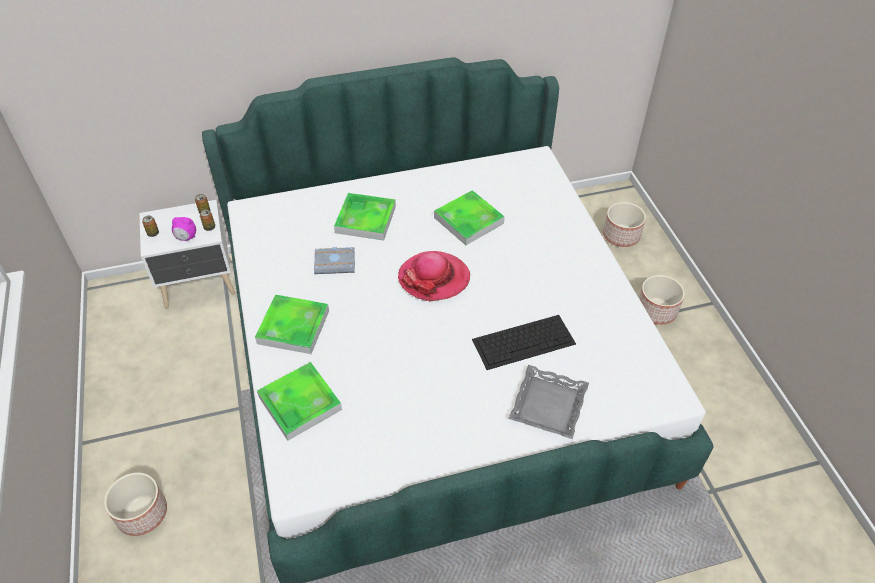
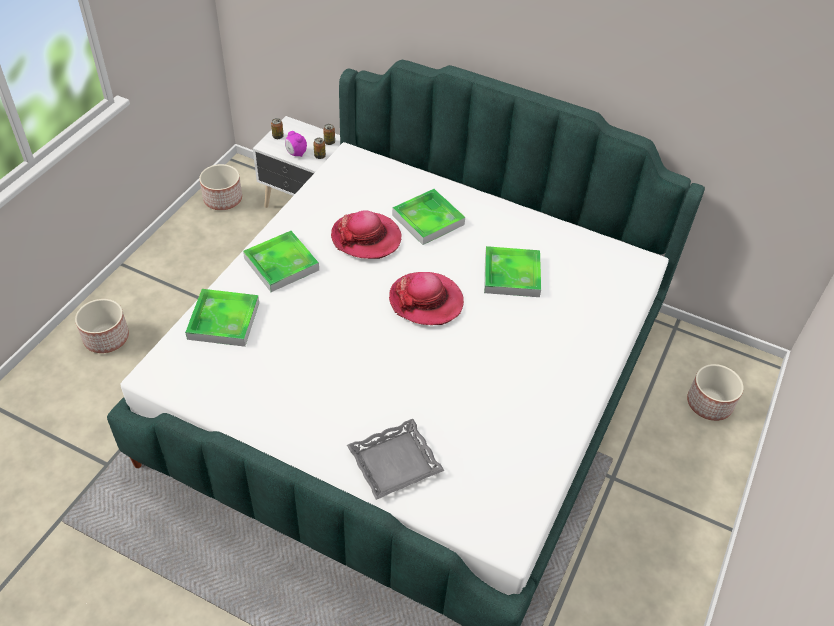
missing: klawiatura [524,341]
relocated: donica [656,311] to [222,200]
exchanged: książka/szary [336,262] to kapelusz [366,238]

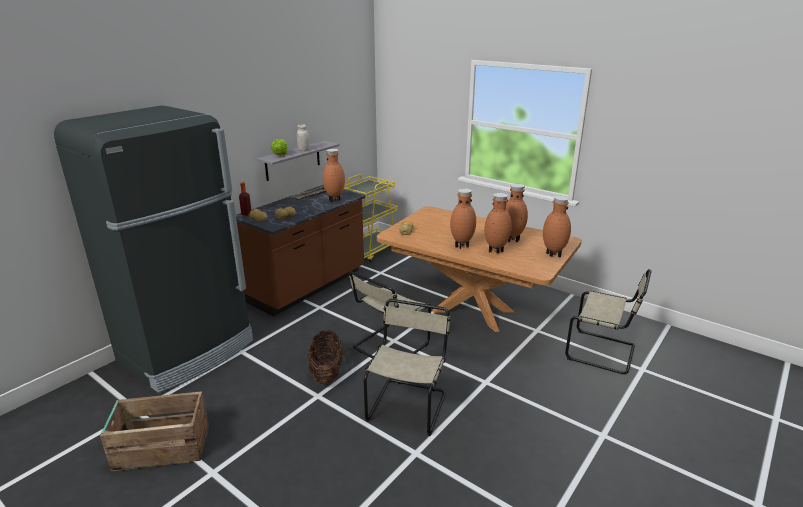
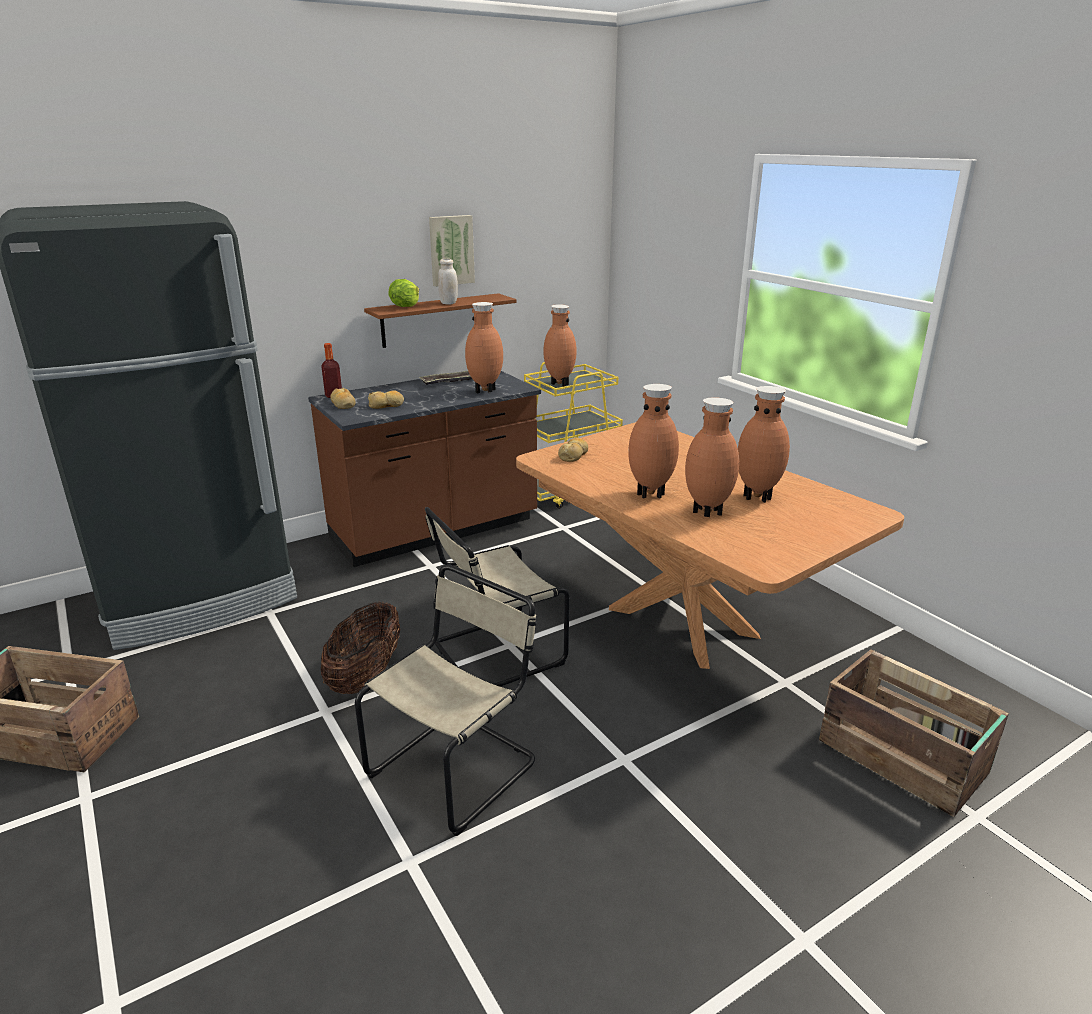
appeared: obraz [451,250]
relocated: wazon/brązowy [553,255] to [559,384]
exchanged: krzesło/beżowy [603,352] to skrzynka [903,758]
colour: półka/szary [293,160] to półka/brązowy [435,320]

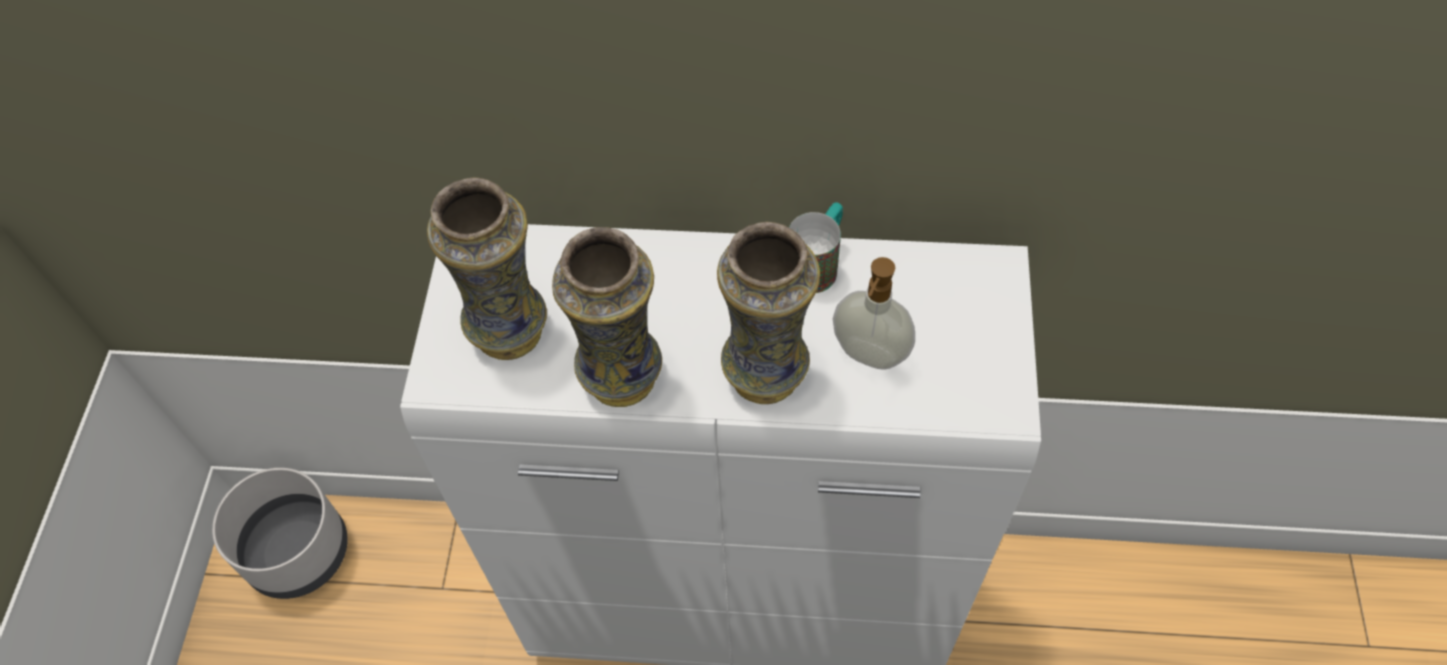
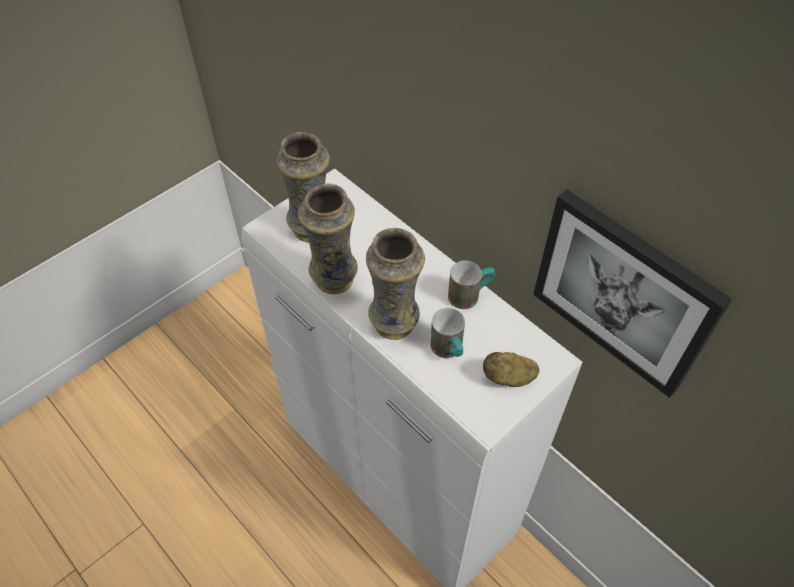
missing: donica/szary [296,551]
appeared: obraz [624,292]; ziemniak [508,378]
exchanged: dozownik mydła [868,355] to kubek [449,351]

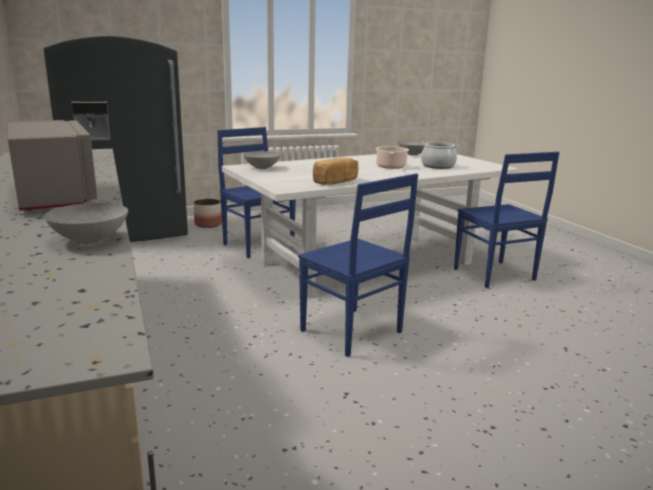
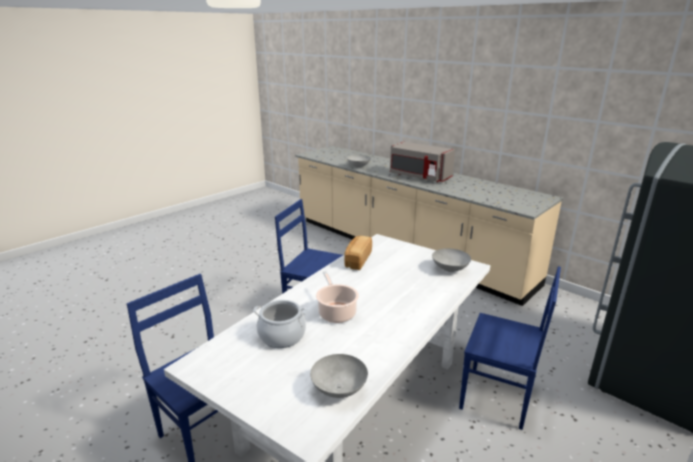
missing: donica [208,224]

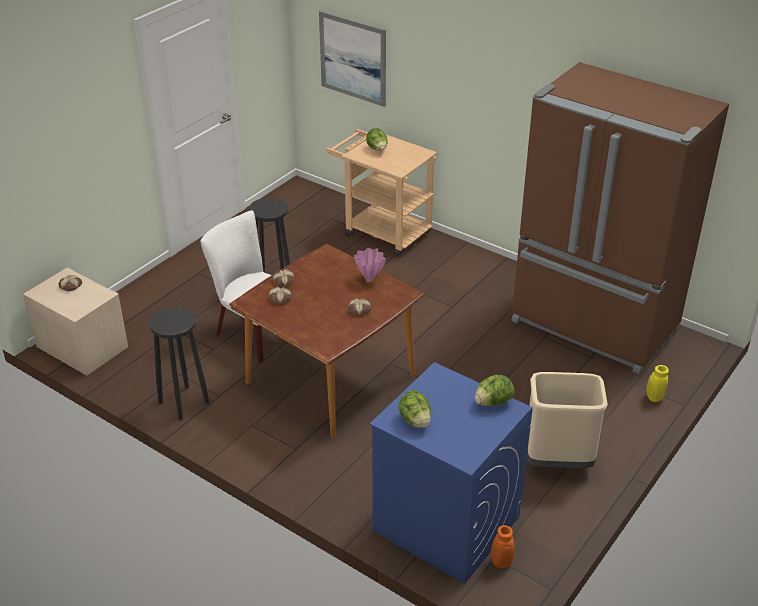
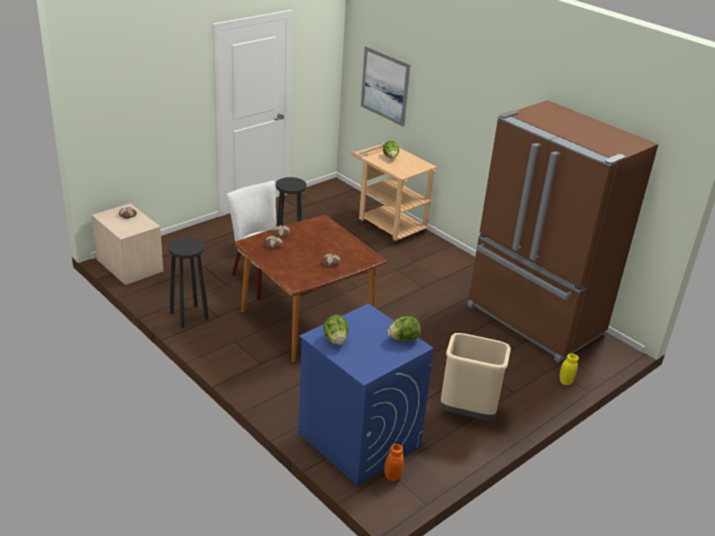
missing: wazon/różowy [370,279]

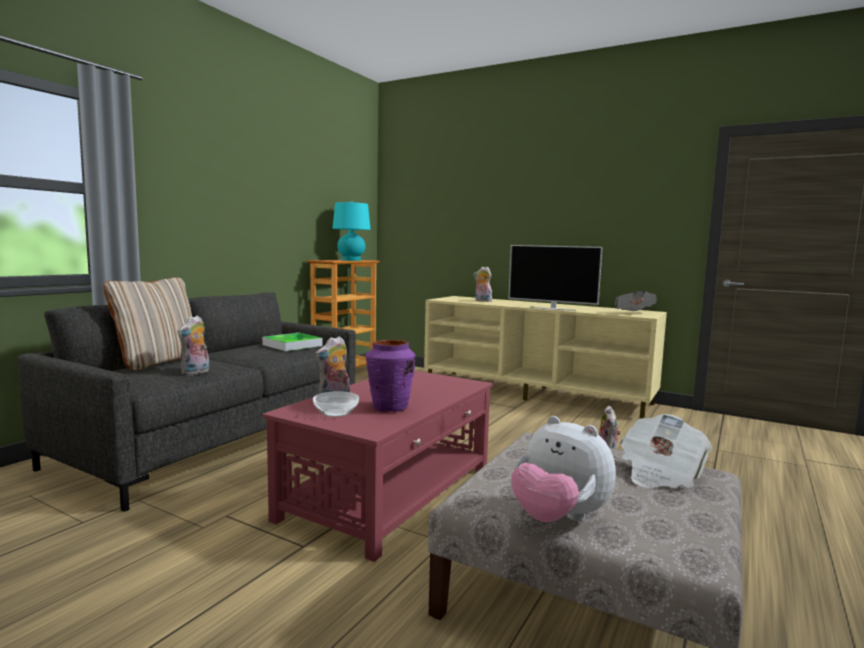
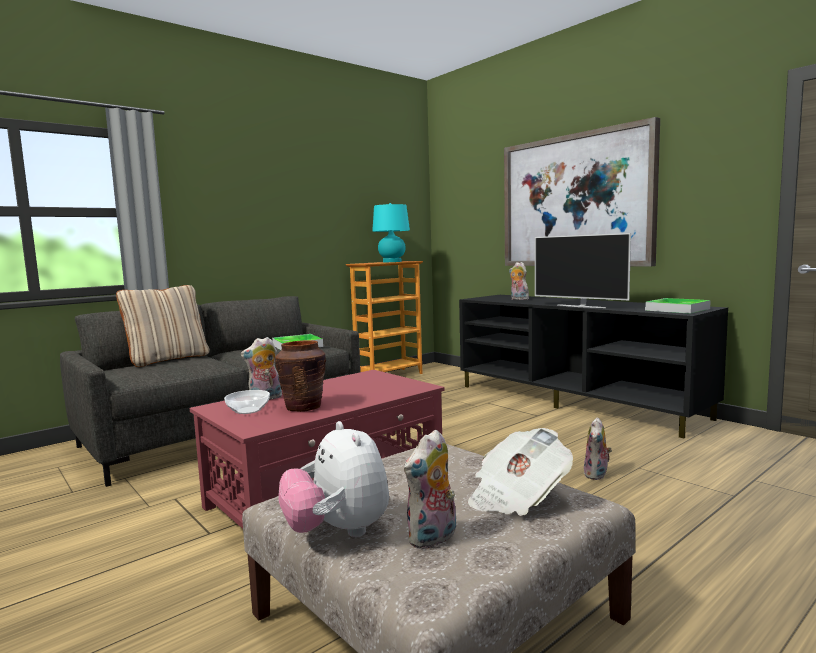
appeared: obraz [575,201]
relocated: pluszak [195,373] to [433,539]
exchanged: gazeta [634,313] to taca [677,309]
colour: szafka pod telewizor/beżowy [535,393] to szafka pod telewizor/czarny [575,401]; wazon/fioletowy [390,407] to wazon/brązowy [303,407]

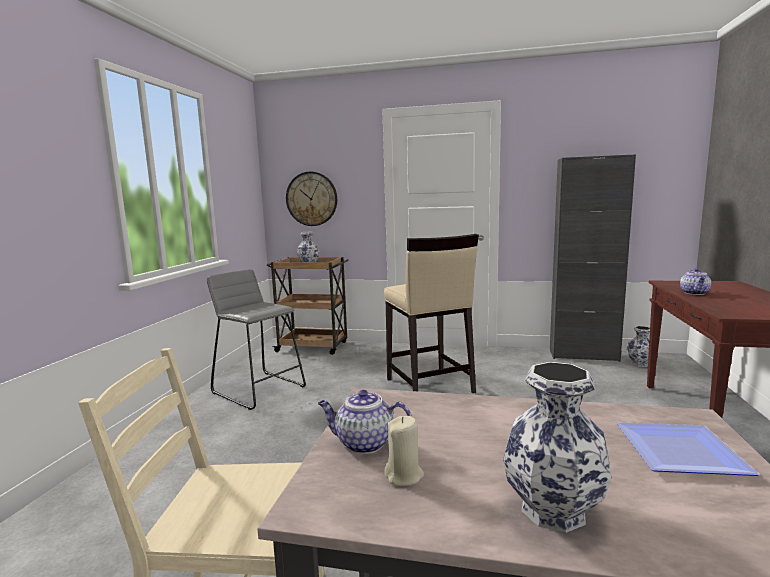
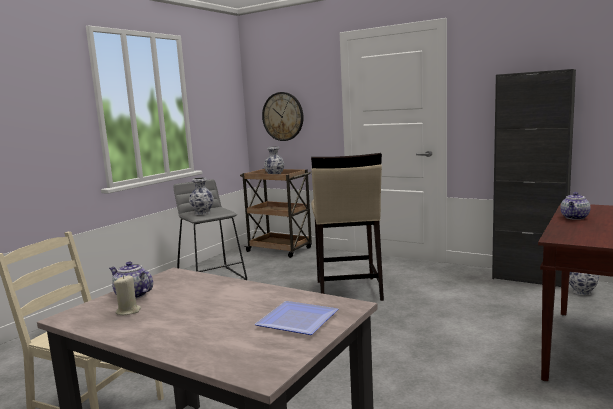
relocated: wazon [554,511] to [202,213]

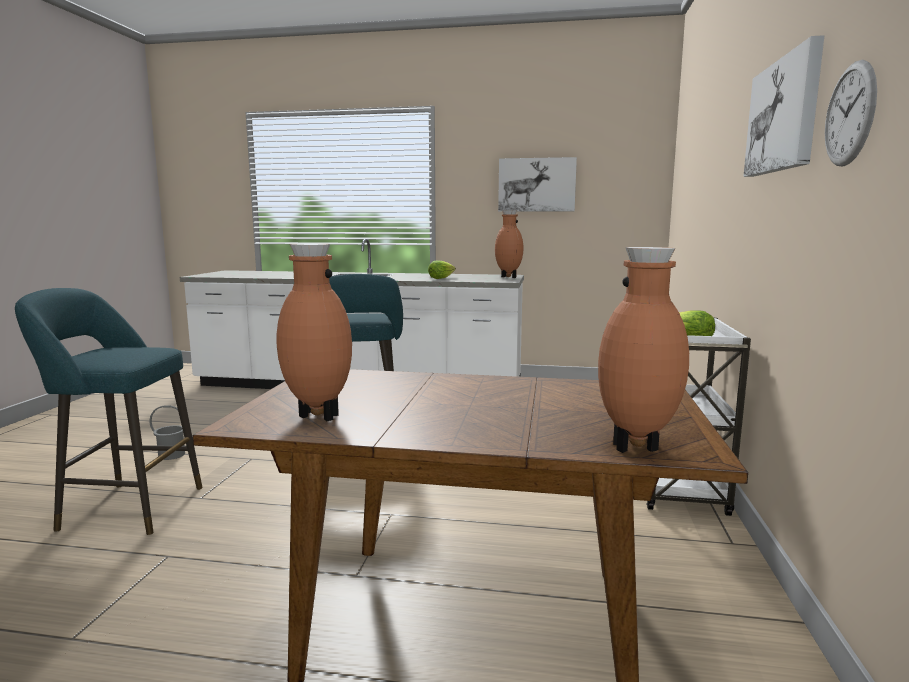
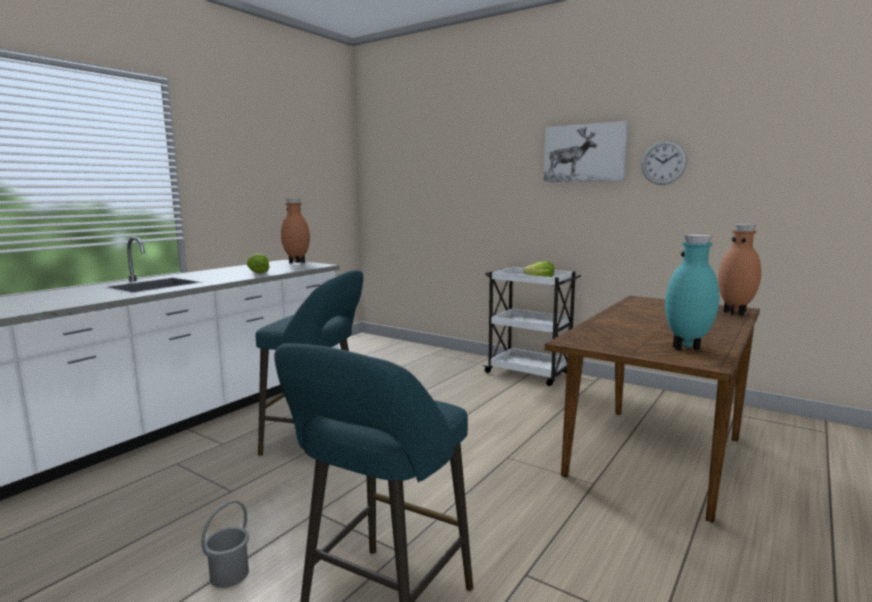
missing: obraz [536,185]
colour: wazon/brązowy [316,416] to wazon/turkusowy [688,348]

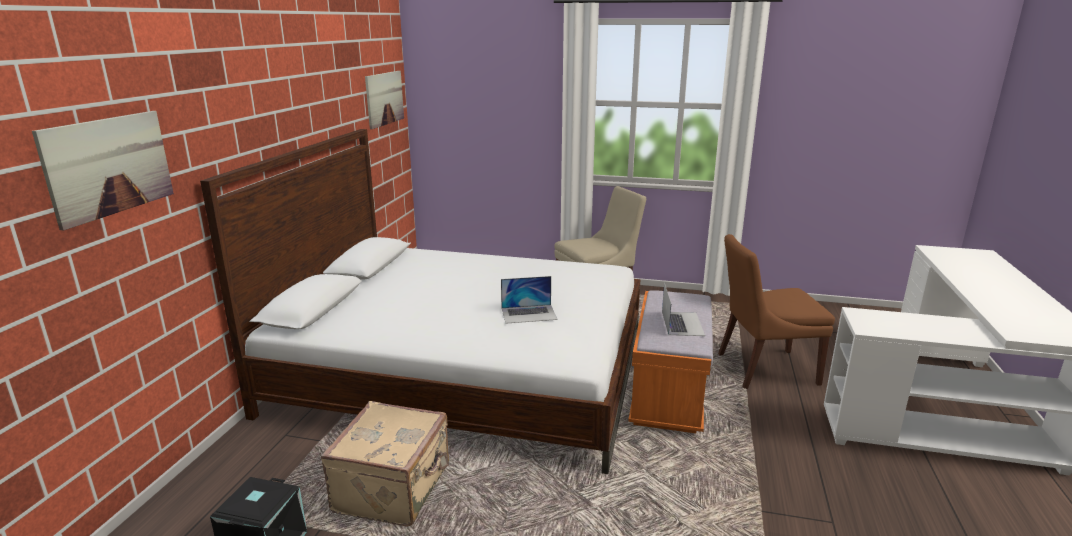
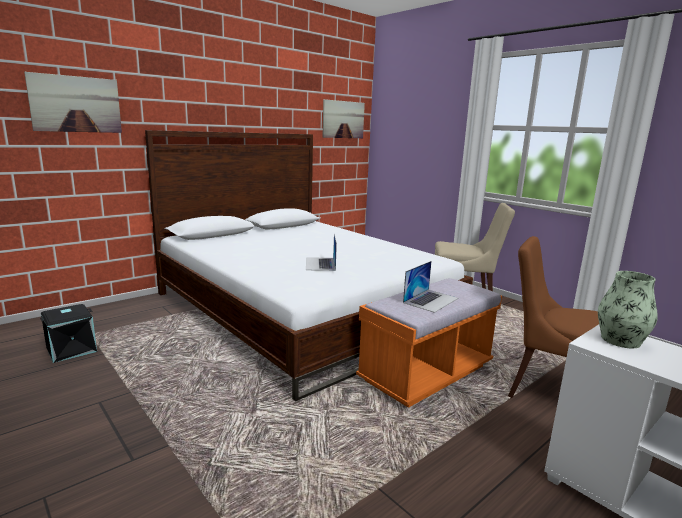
missing: walizka/beżowy [394,489]
appeared: wazon [620,340]
spun: laptop [529,314] = [320,264] 60 degrees clockwise

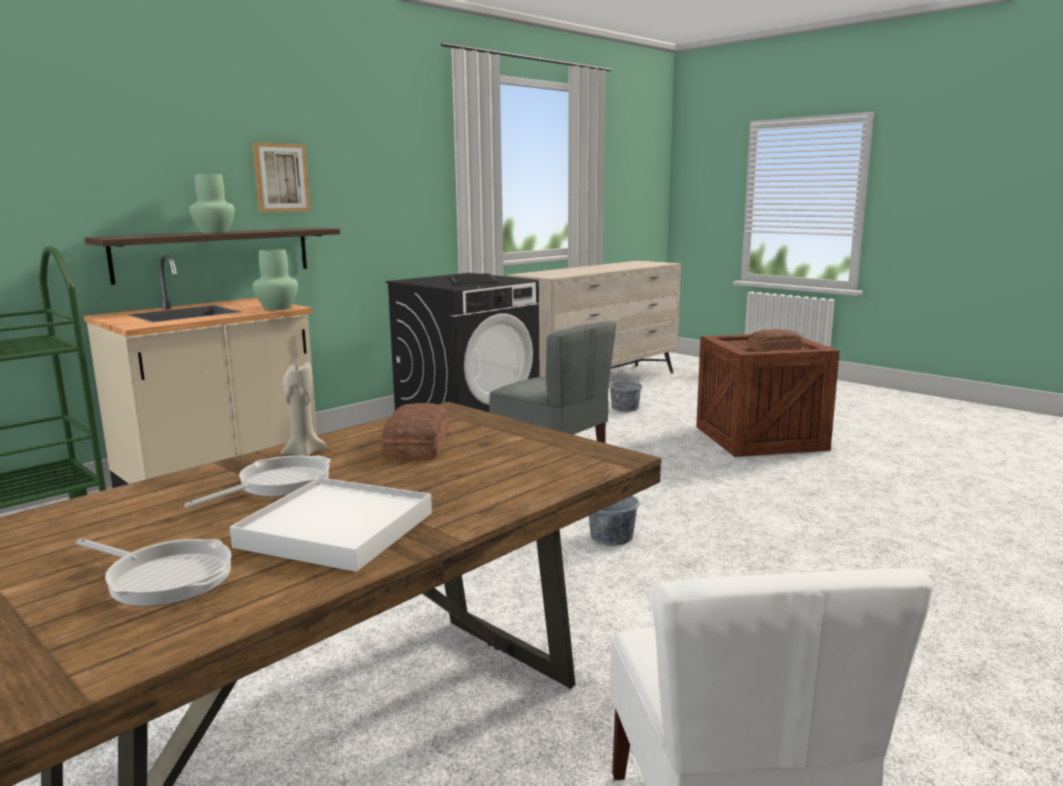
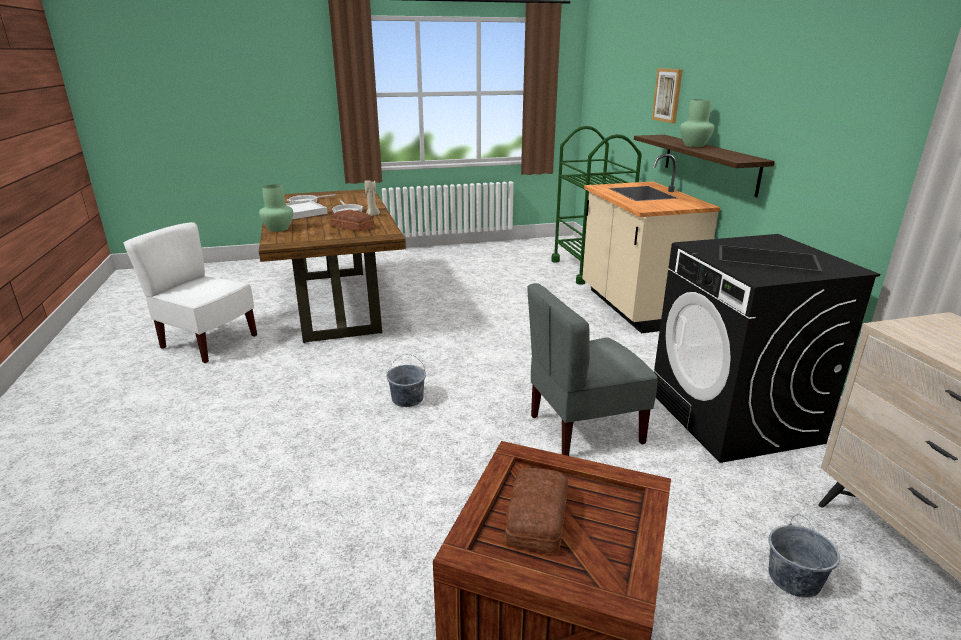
relocated: obraz [281,178] to [668,95]; wazon/zielony [277,308] to [278,229]

